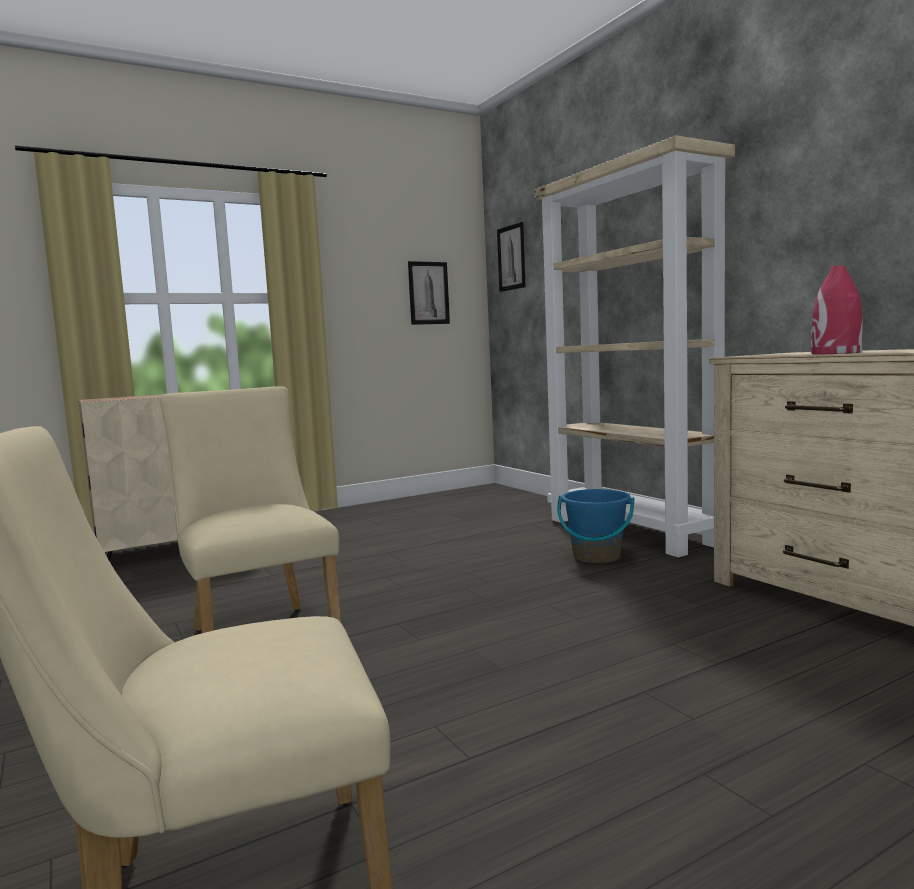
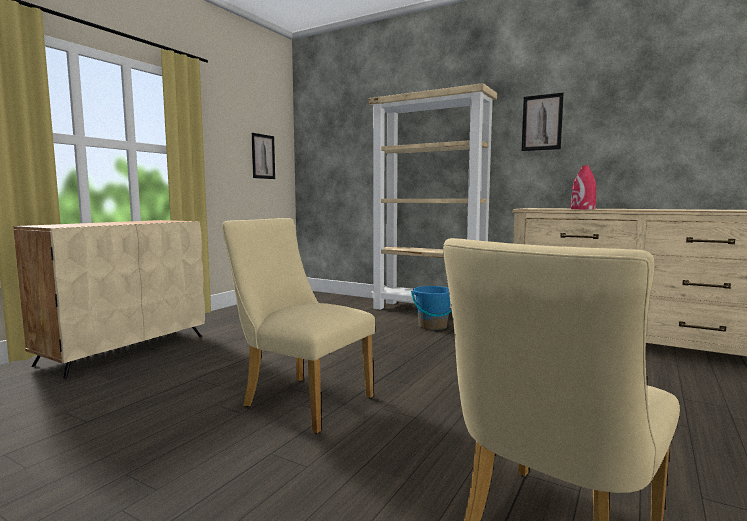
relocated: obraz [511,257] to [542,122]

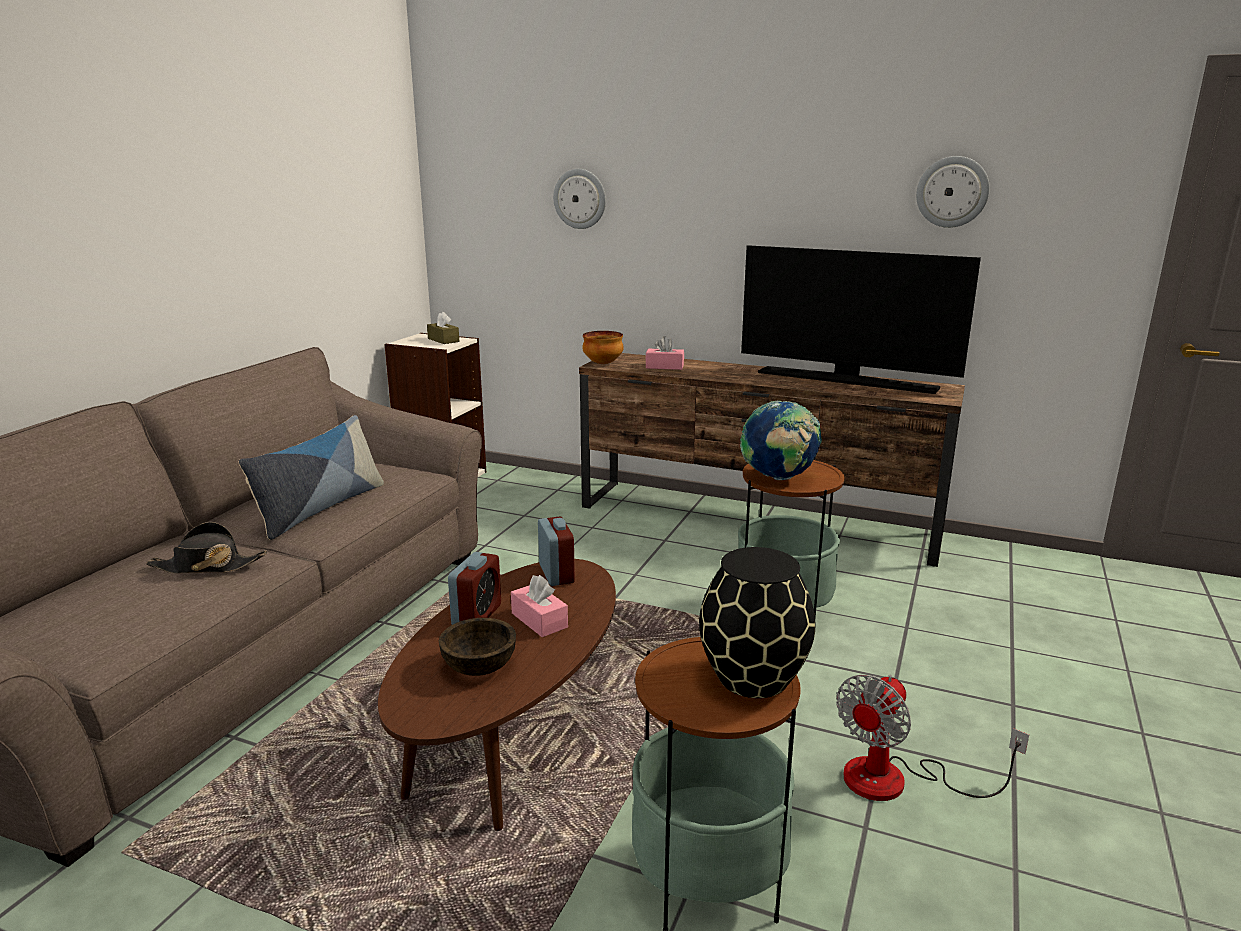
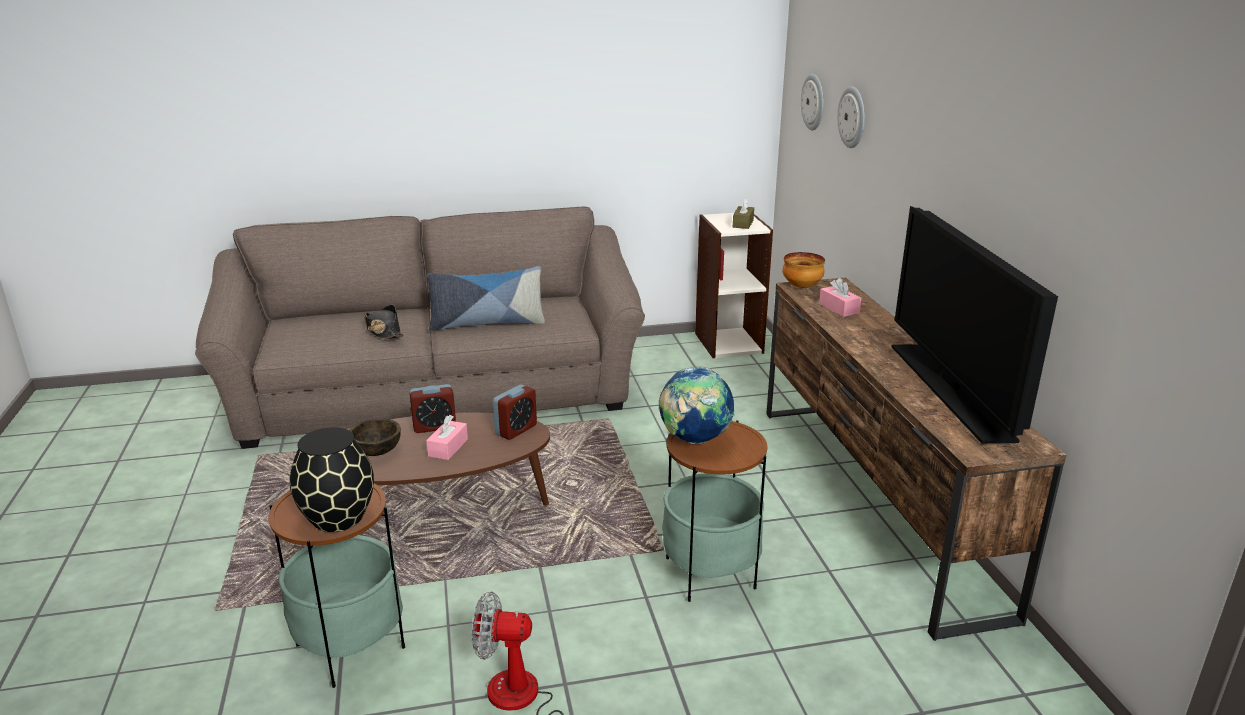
relocated: zegar ścienny [952,192] to [814,102]

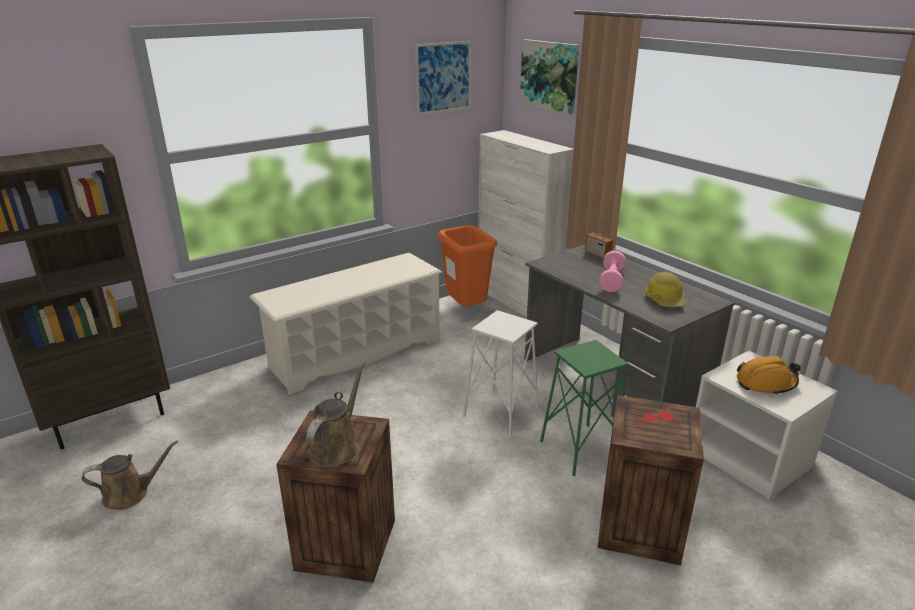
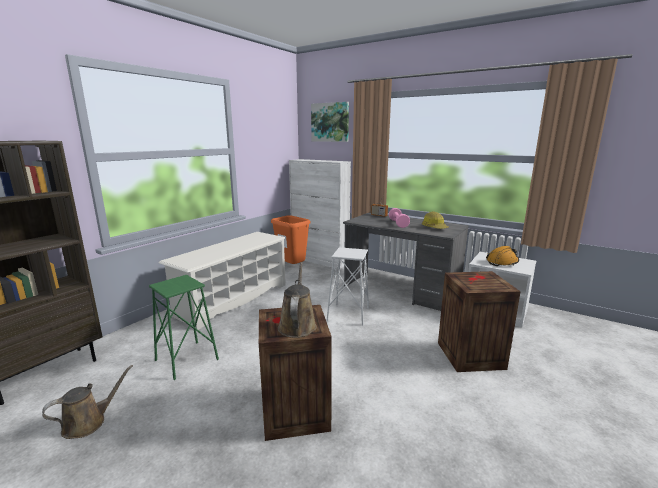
missing: obraz [443,77]
relocated: stołek/zielony [581,450] to [187,360]

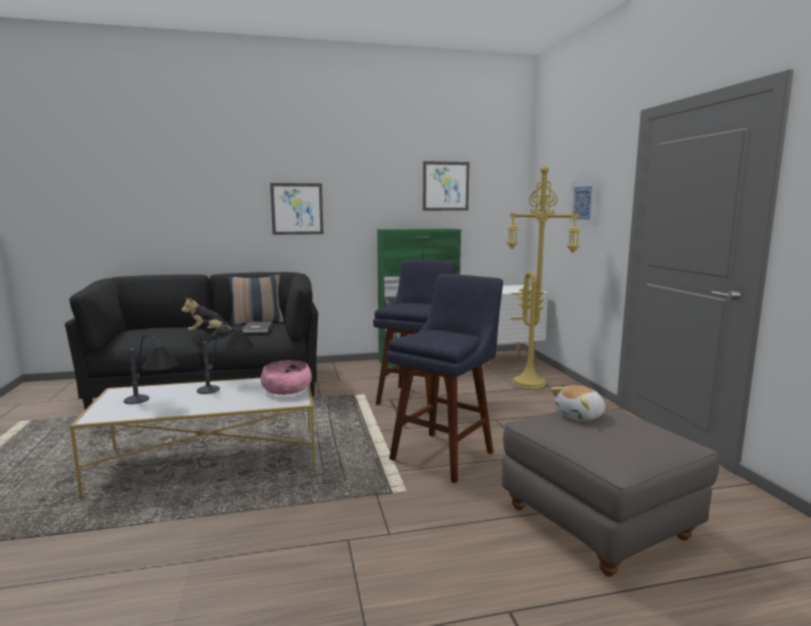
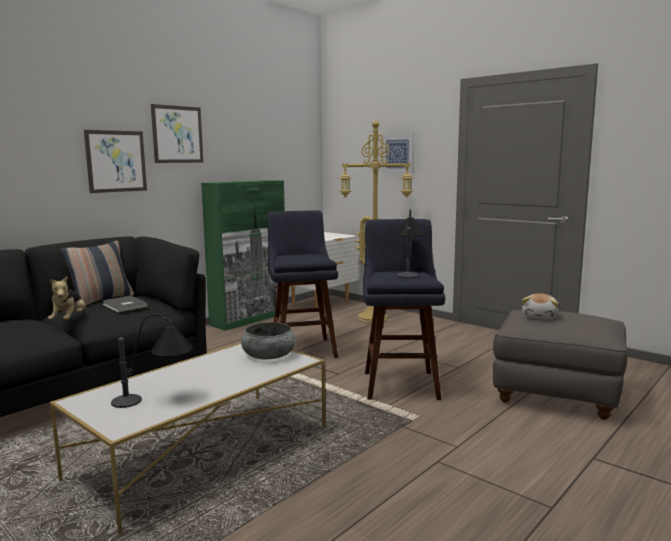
relocated: obraz [445,186] to [177,134]; lampa stołowa [229,385] to [408,271]
colour: miska/różowy [287,389] to miska/szary [269,354]
spun: pluszak [209,333] = [69,320] 45 degrees counterclockwise

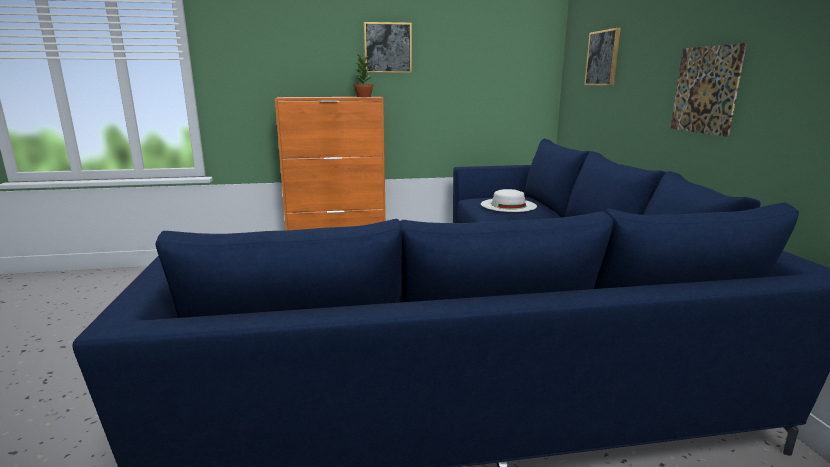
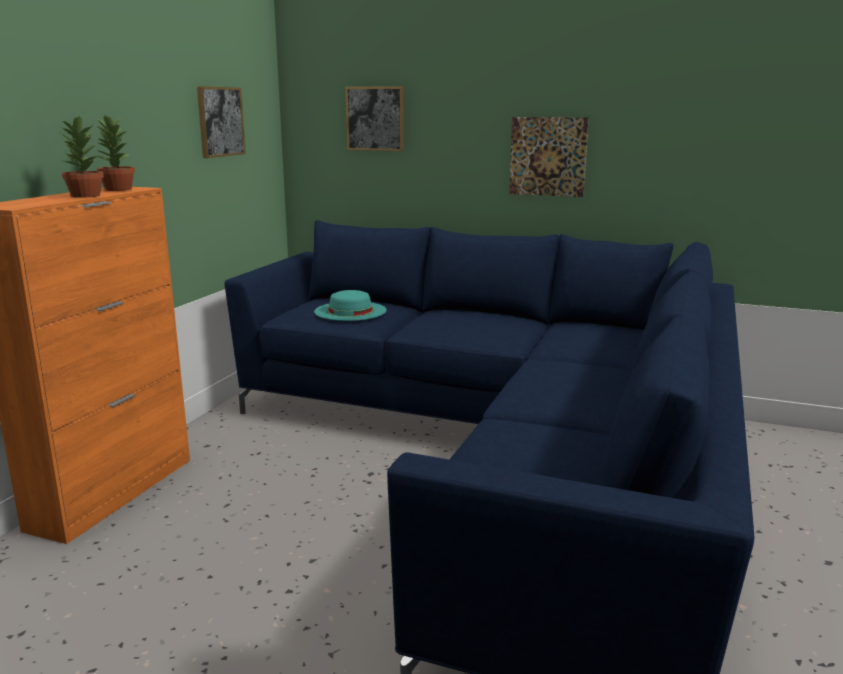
appeared: roślina doniczkowa [85,196]
relocated: obraz [388,48] to [220,121]
colour: kapelusz/biały [508,205] to kapelusz/turkusowy [350,311]

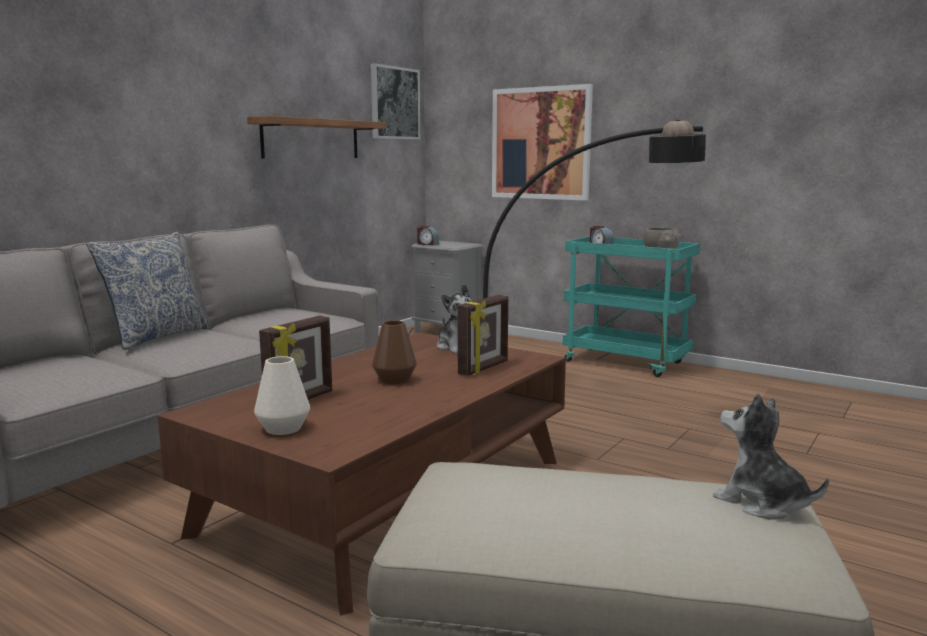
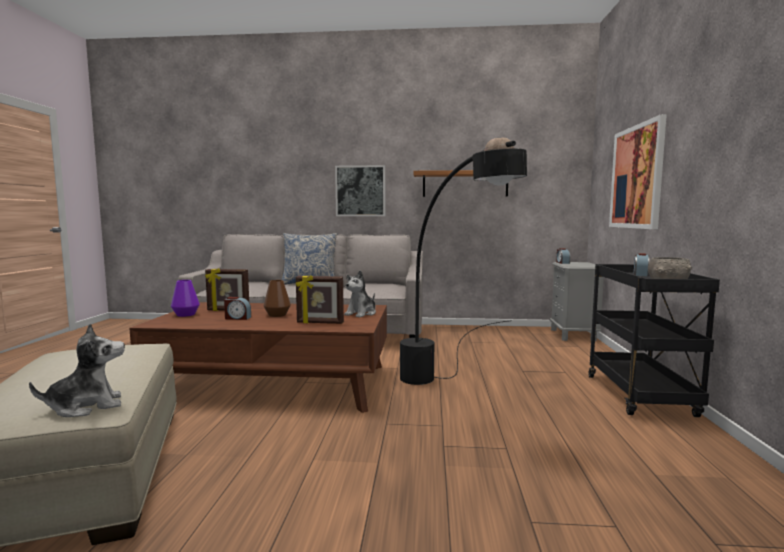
appeared: budzik [237,318]
relocated: obraz [394,103] to [360,191]
colour: wózek/turkusowy [627,362] to wózek/czarny [641,396]; wazon/biały [283,428] to wazon/fioletowy [185,314]
spun: pluszak [761,503] = [86,406] 45 degrees clockwise

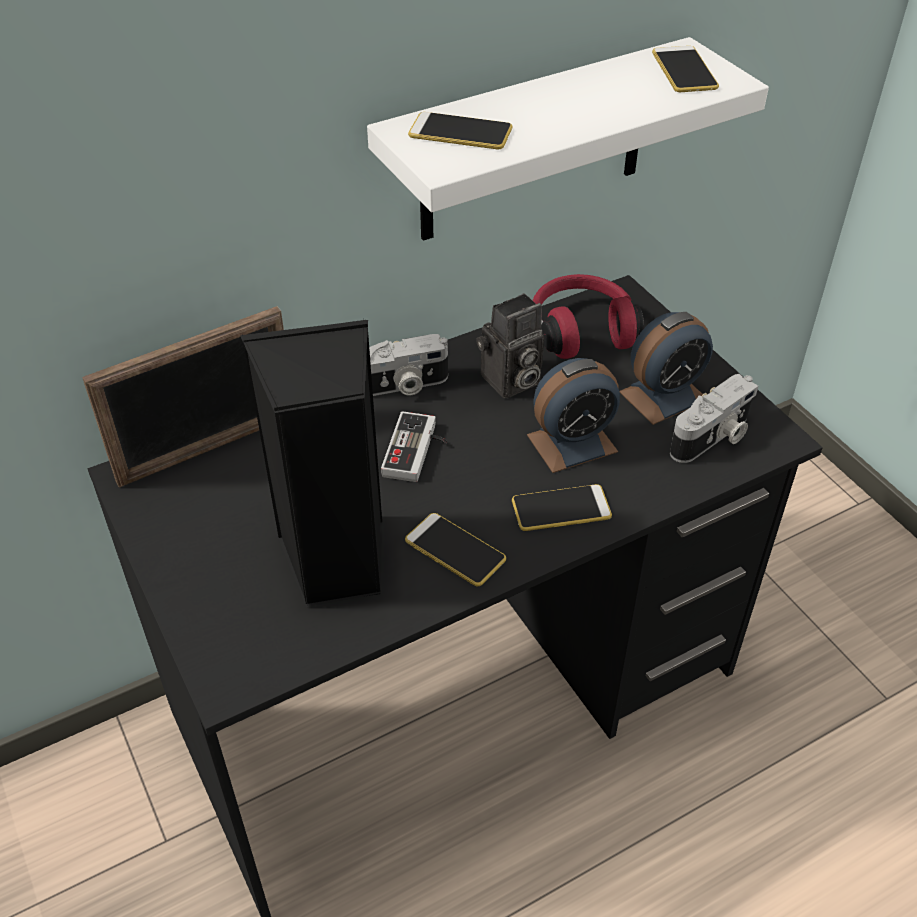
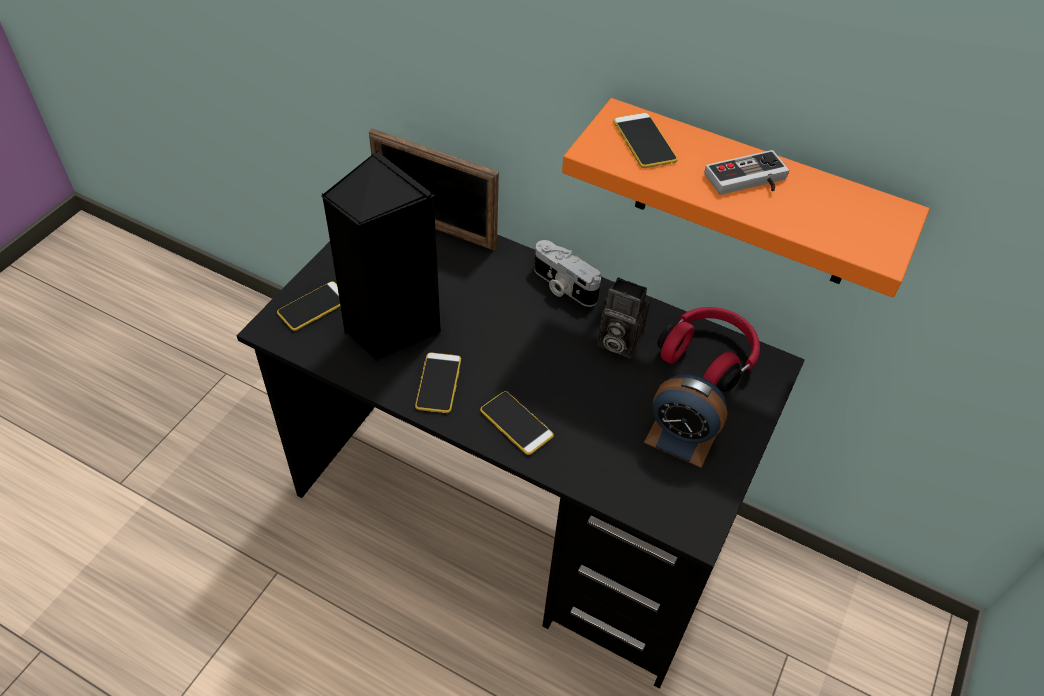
missing: budzik [572,443]; aparat fotograficzny [713,438]
relocated: telefon [684,70] to [314,306]; pad do gier [417,452] to [749,182]
colour: półka/biały [534,143] to półka/pomarańczowy [748,198]

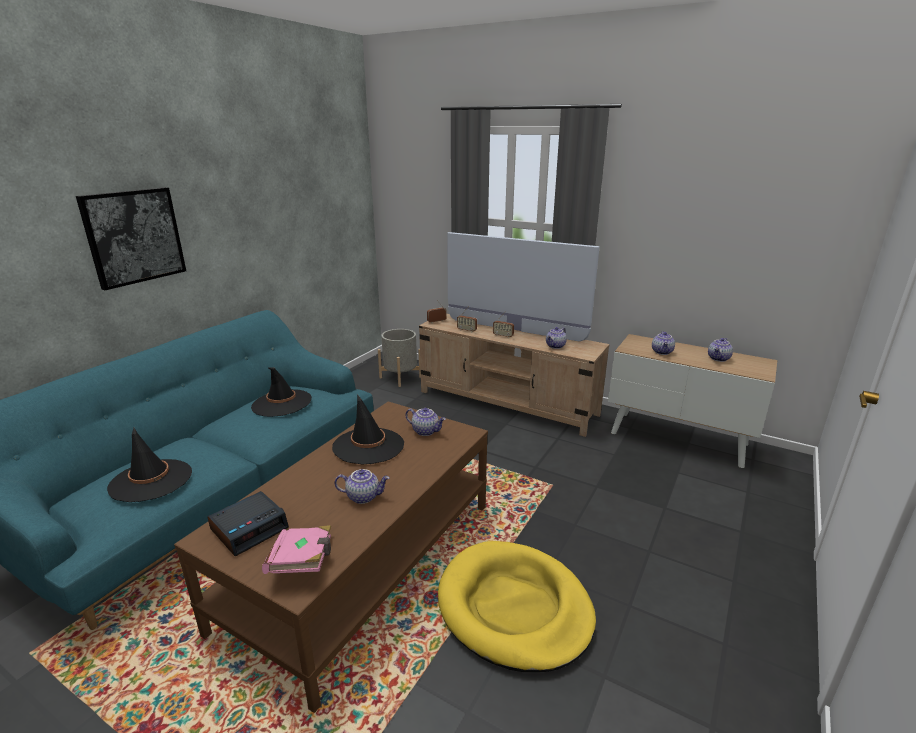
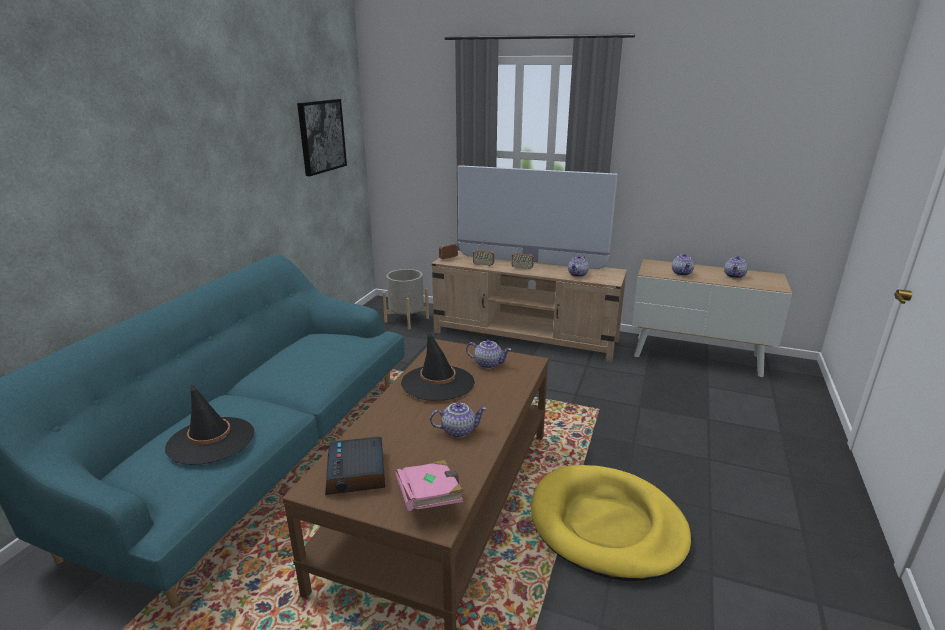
missing: kapelusz/czarny [281,403]
relocated: obraz [134,236] to [321,136]
spun: budzik [250,528] = [356,473] 135 degrees clockwise

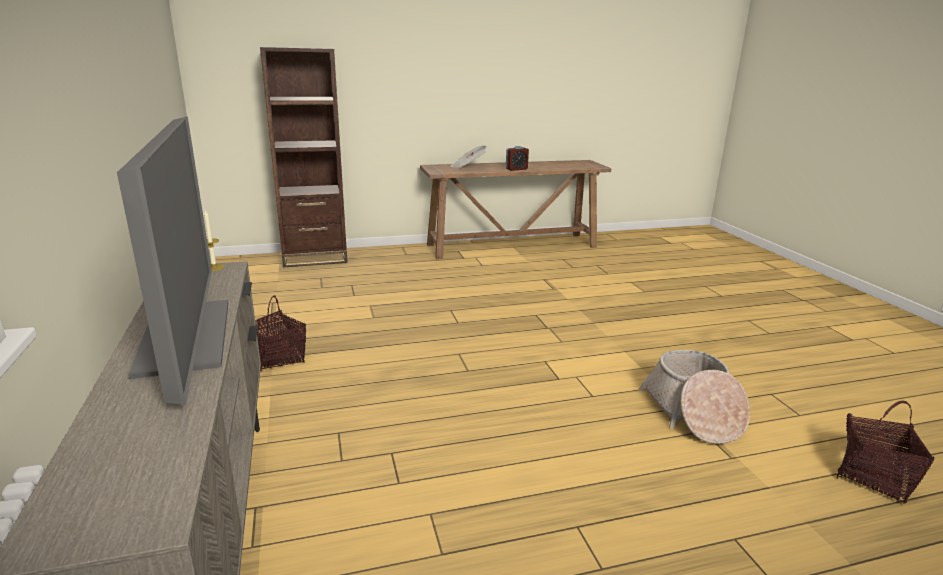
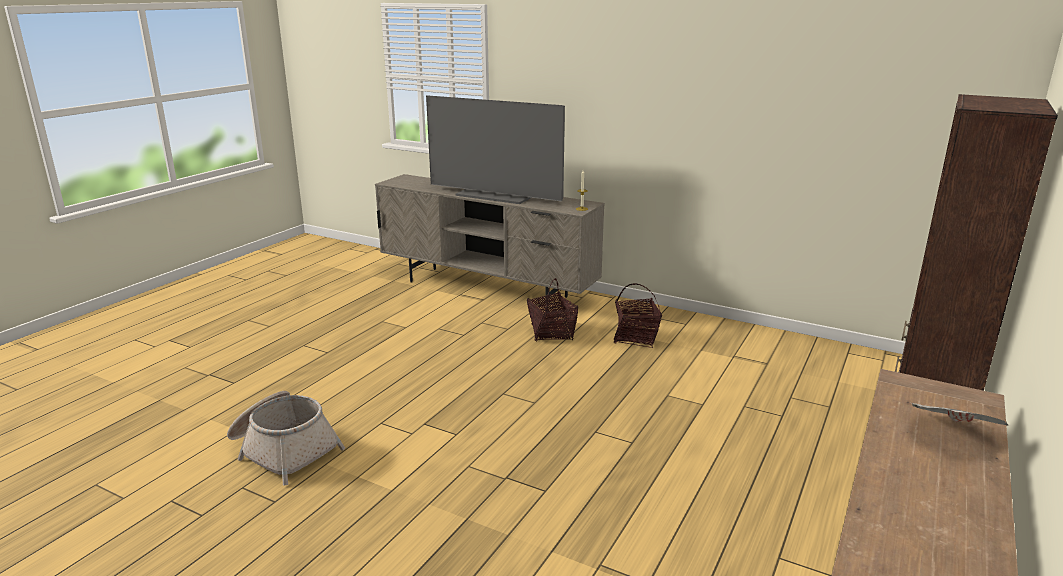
missing: budzik [516,169]
relocated: koszyk [874,477] to [551,333]

